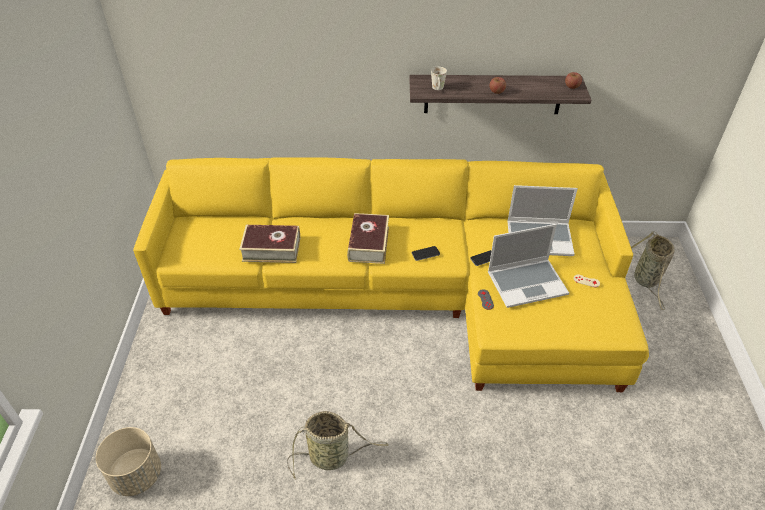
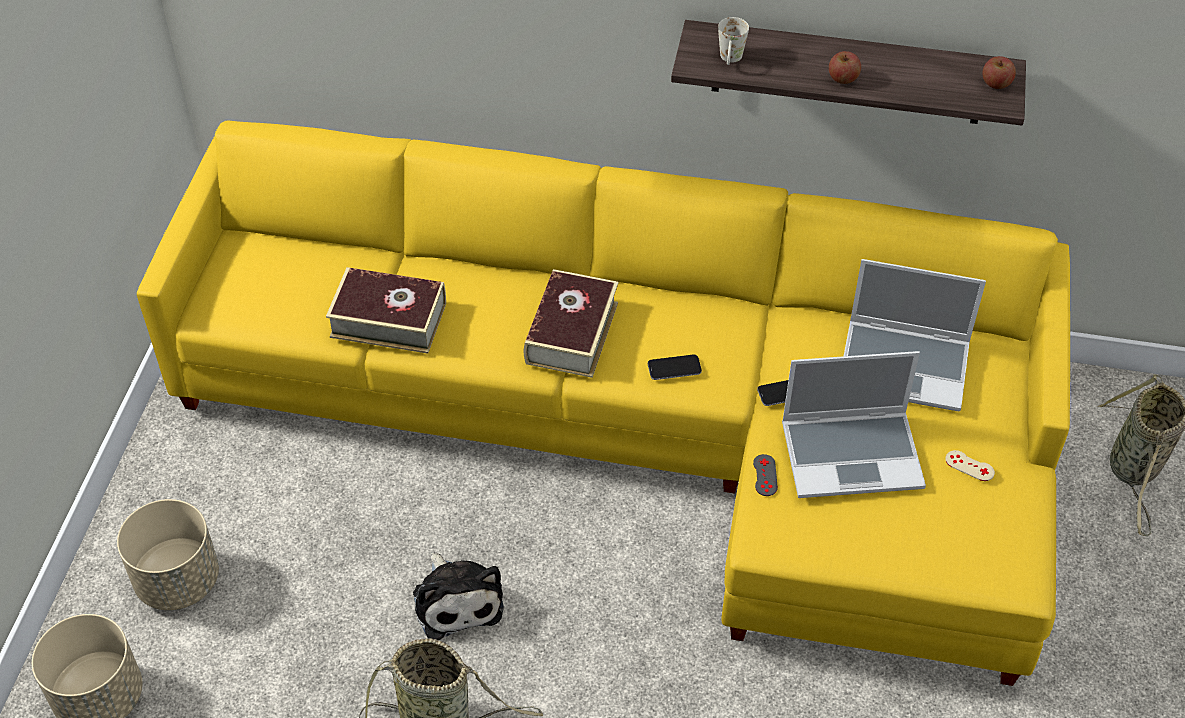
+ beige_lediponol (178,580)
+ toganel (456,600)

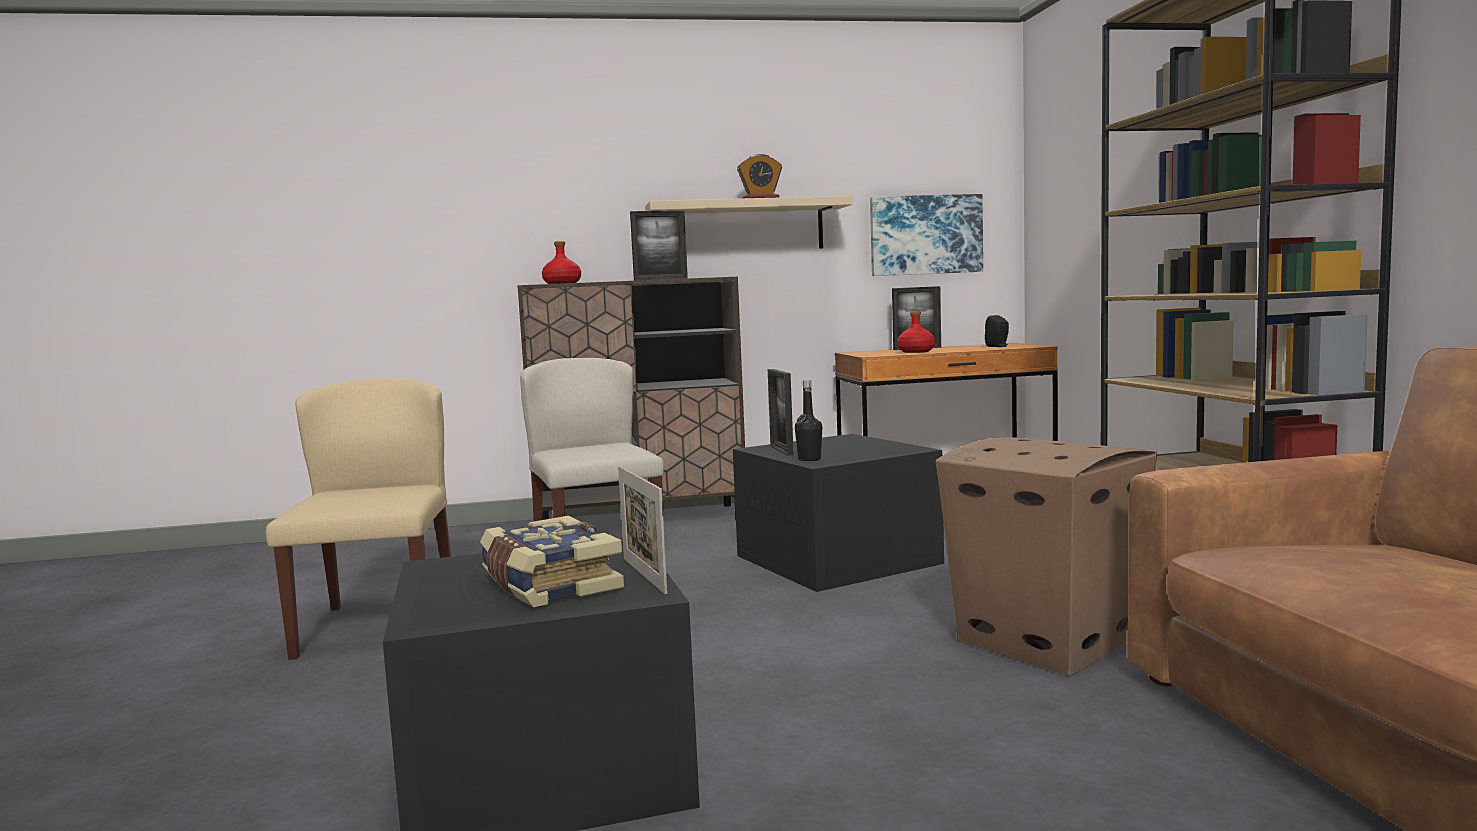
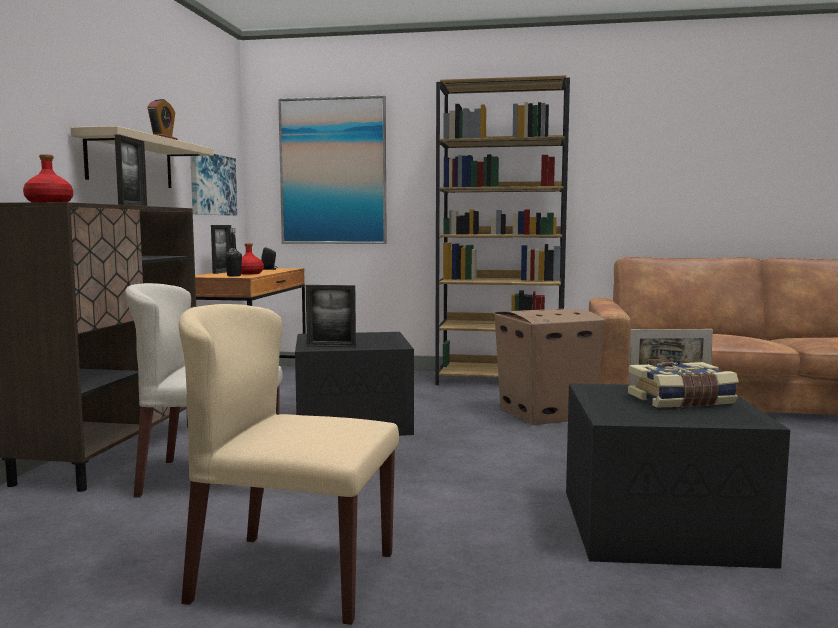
~ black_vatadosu (809,459) to (234,276)
+ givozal (333,171)

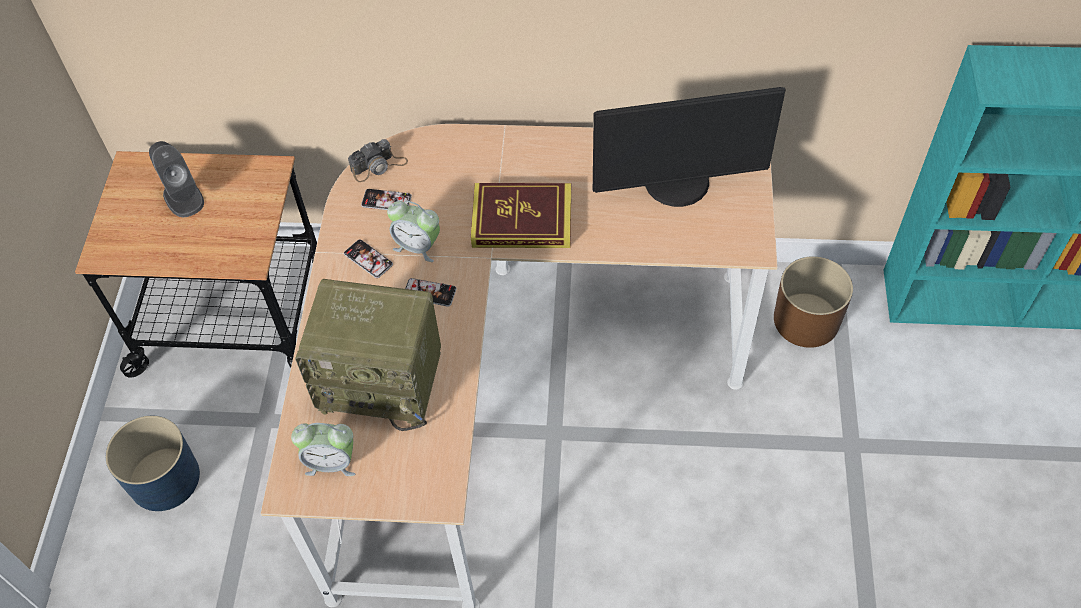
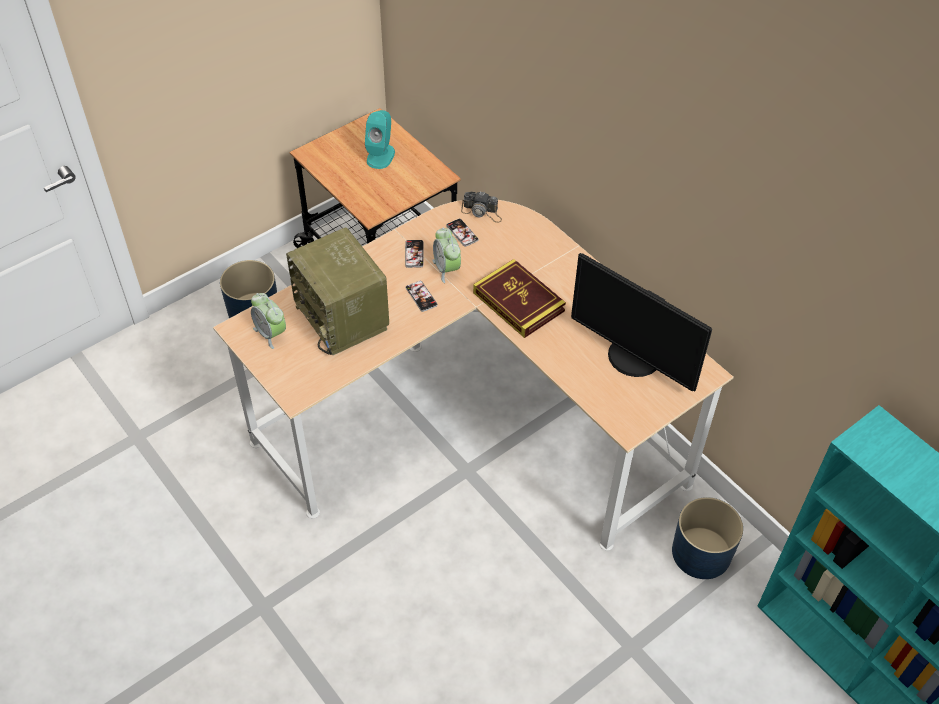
~ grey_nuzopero (183,197) to turquoise_nuzopero (380,156)
~ brown_lediponol (807,320) to blue_lediponol (701,553)

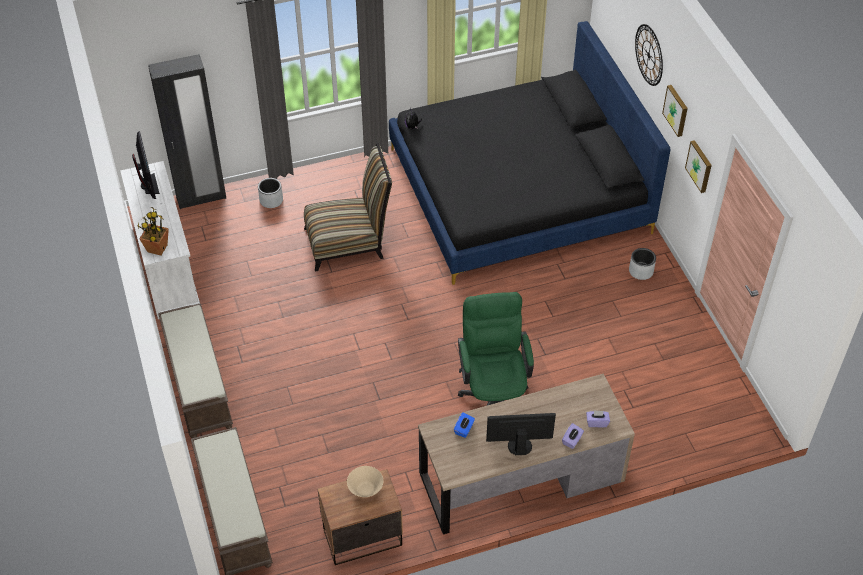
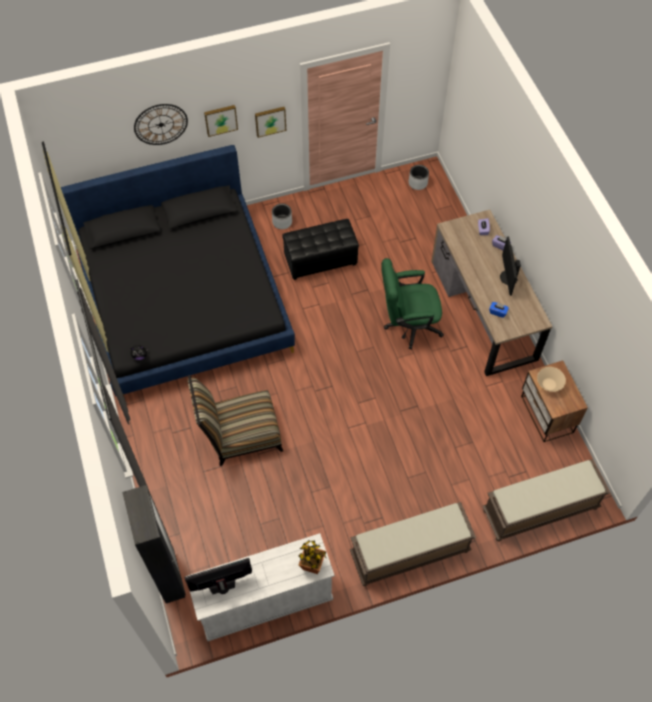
~ grey_lediponol (271,200) to (418,183)
~ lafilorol (349,242) = (240,435) 90 degrees counterclockwise
+ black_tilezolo (320,260)

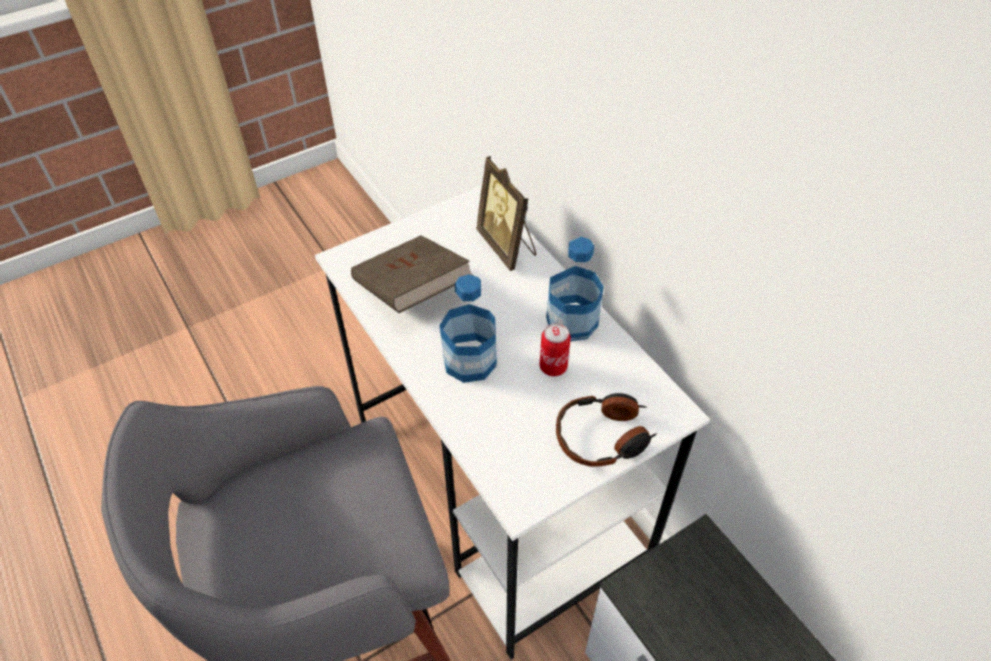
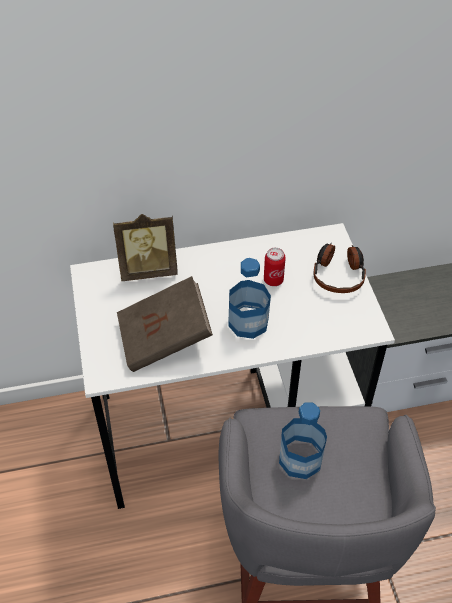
~ vatadosu (572,321) to (300,459)

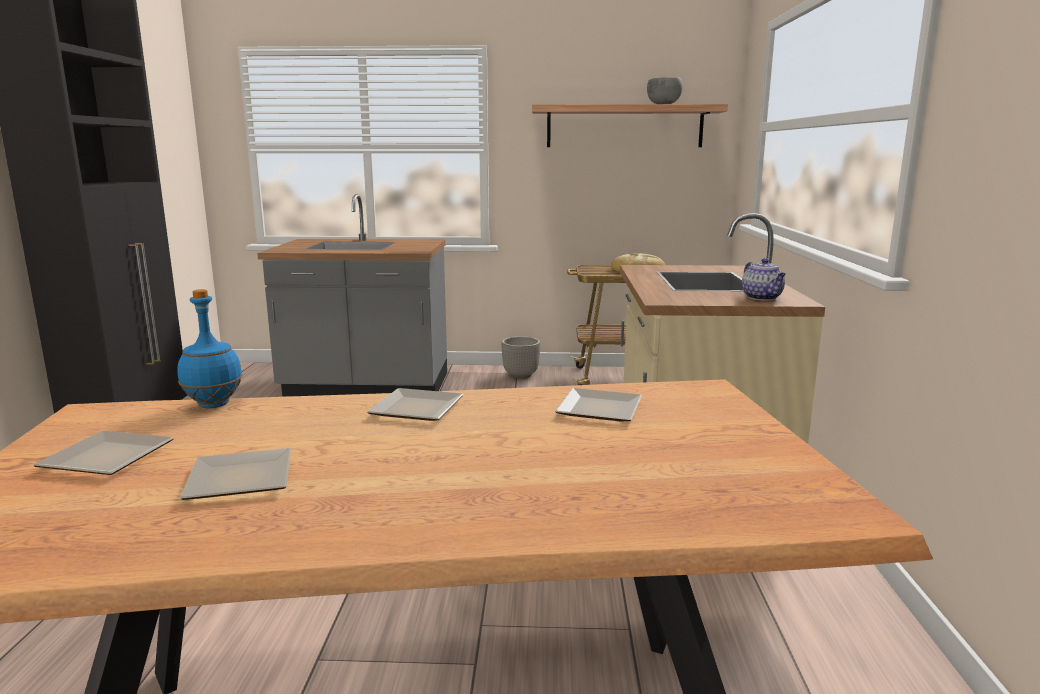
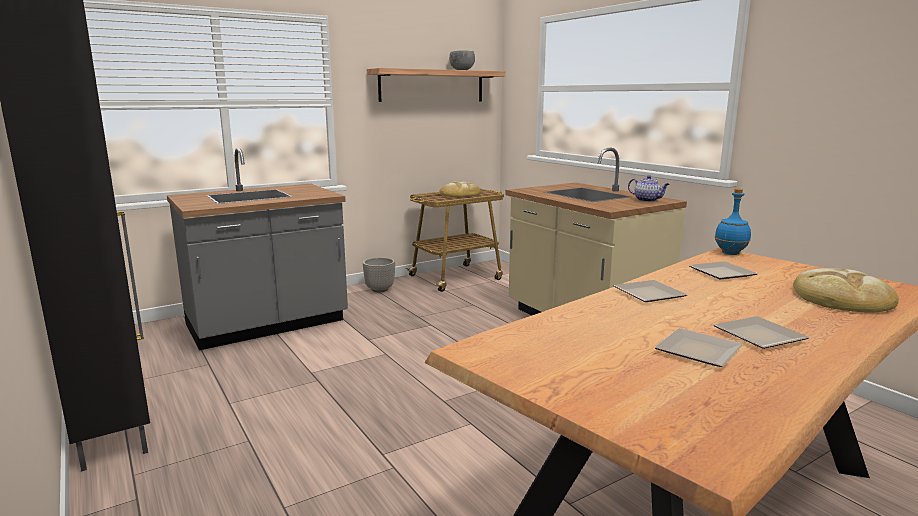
~ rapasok (108,460) to (762,337)
~ blue_vatadosu (213,405) to (730,253)
+ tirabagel (841,298)

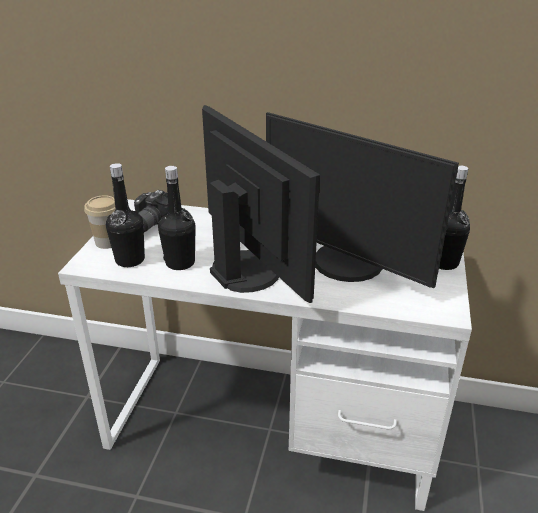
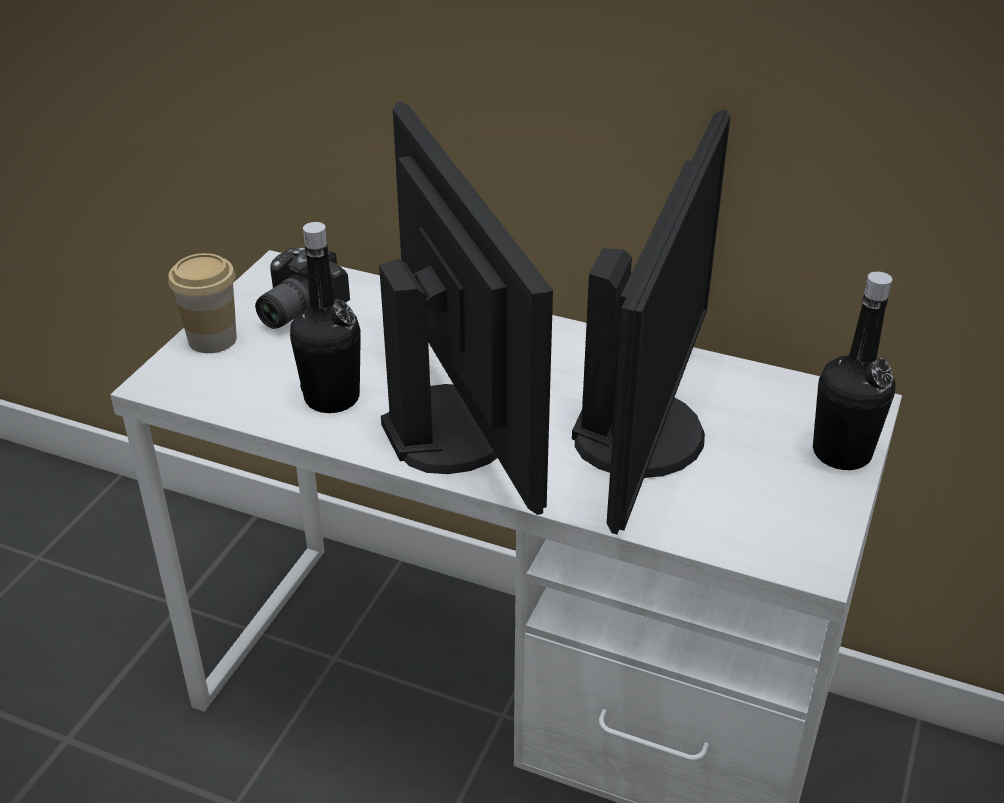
- black_vatadosu (130,260)
~ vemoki (345,264) = (644,435) 120 degrees counterclockwise

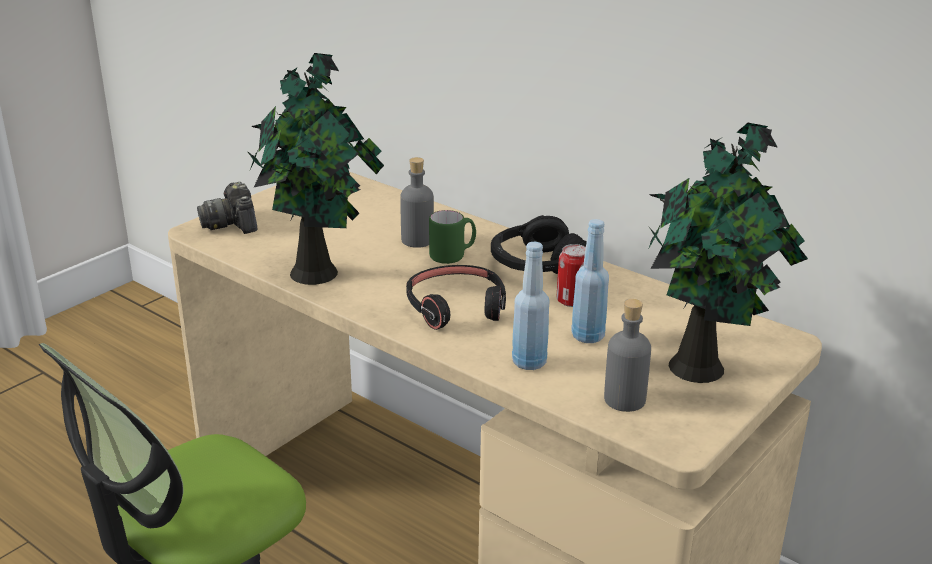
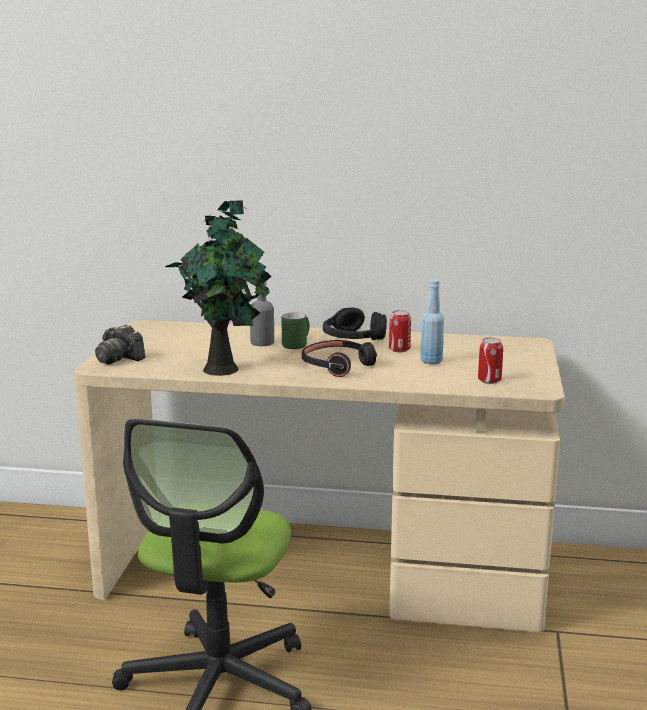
- blue_vatadosu (529,362)
~ grey_vatadosu (624,399) to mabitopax (489,380)
- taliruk (702,368)

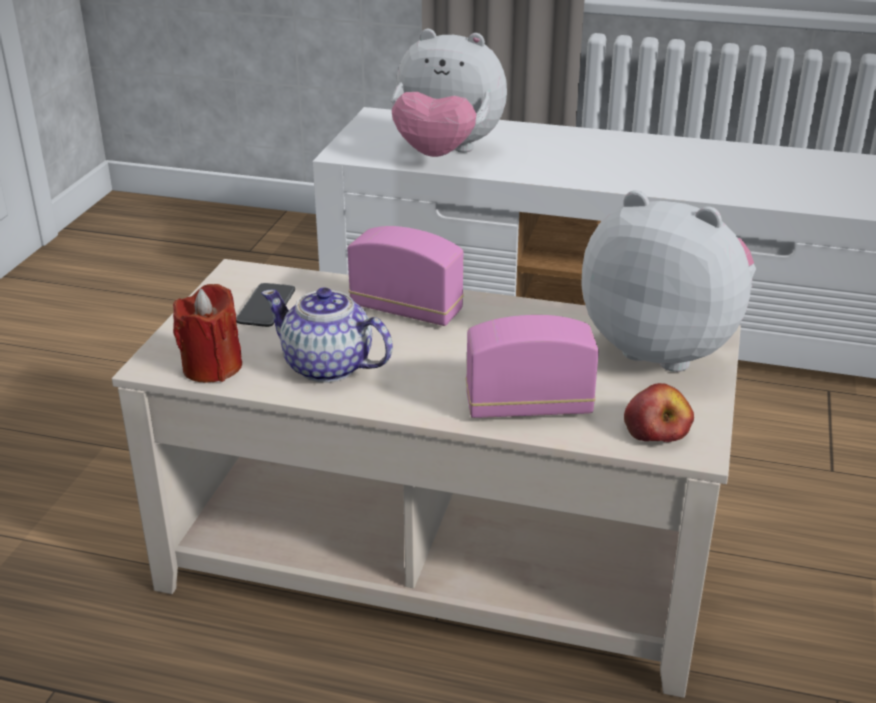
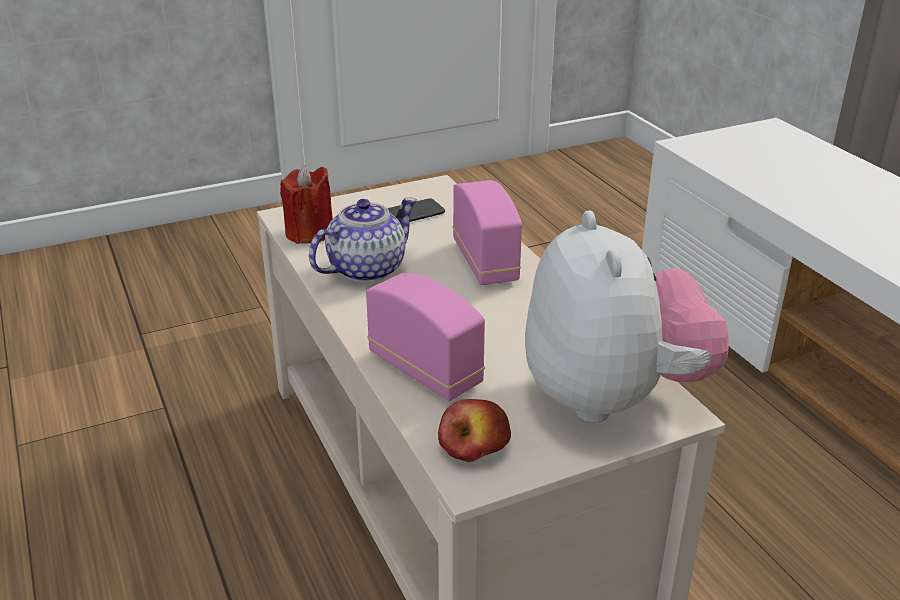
~ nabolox (328,367) = (365,269) 60 degrees clockwise
- toganel (445,153)

